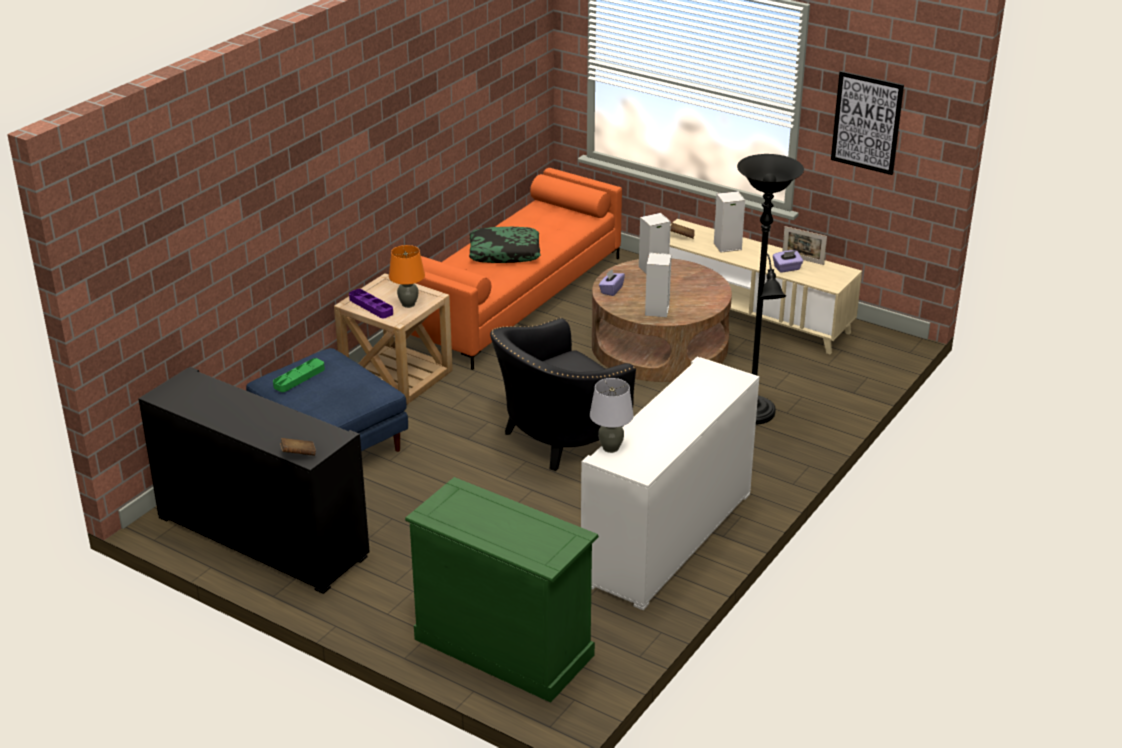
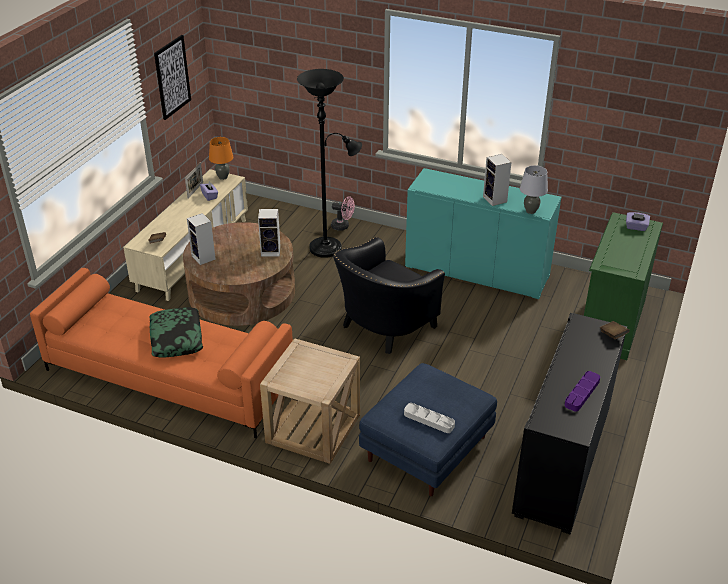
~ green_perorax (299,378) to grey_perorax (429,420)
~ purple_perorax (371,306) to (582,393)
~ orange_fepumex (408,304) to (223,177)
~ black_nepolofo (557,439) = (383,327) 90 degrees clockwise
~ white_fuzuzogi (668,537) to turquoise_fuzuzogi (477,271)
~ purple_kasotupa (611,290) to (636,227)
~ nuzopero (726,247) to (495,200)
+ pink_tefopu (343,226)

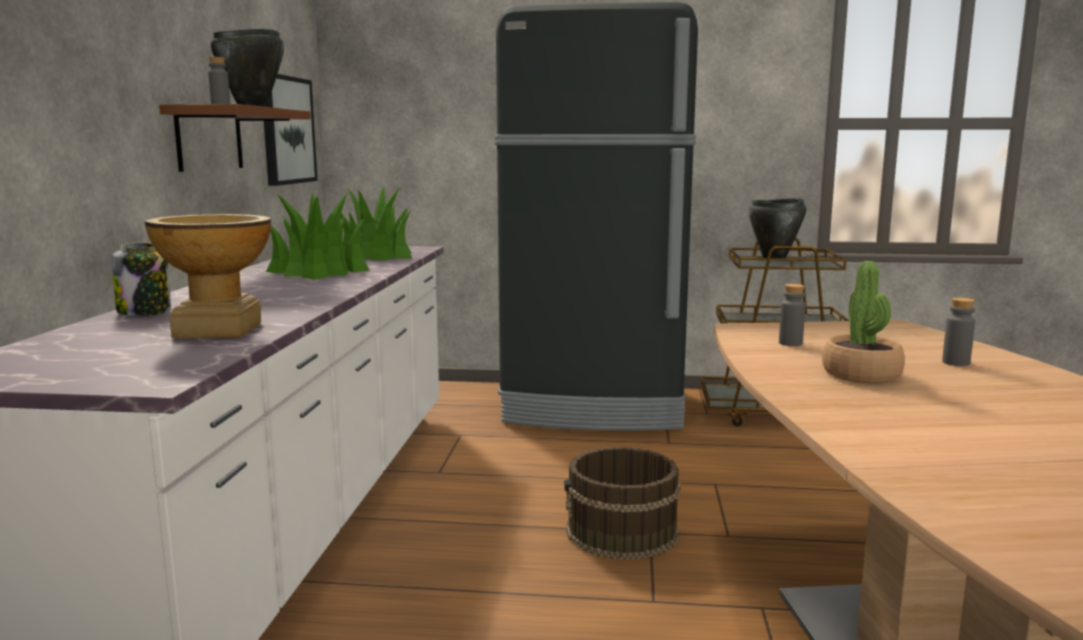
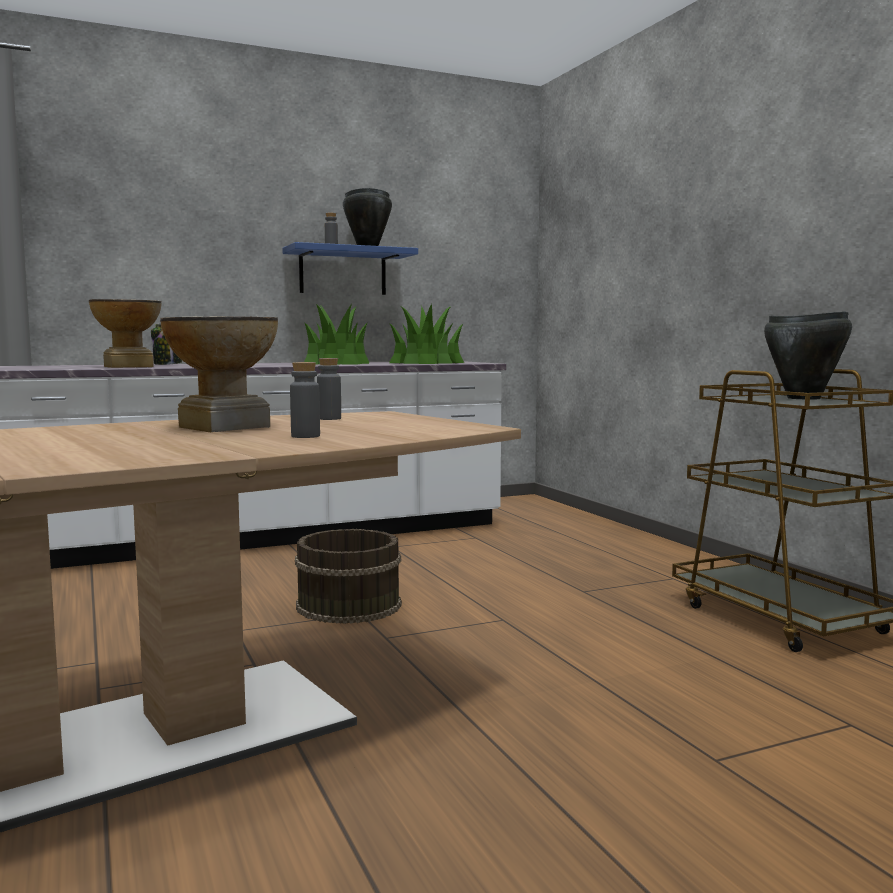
~ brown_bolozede (209,139) to blue_bolozede (343,272)
- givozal (287,130)
- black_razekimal (595,407)
~ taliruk (861,374) to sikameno (223,427)

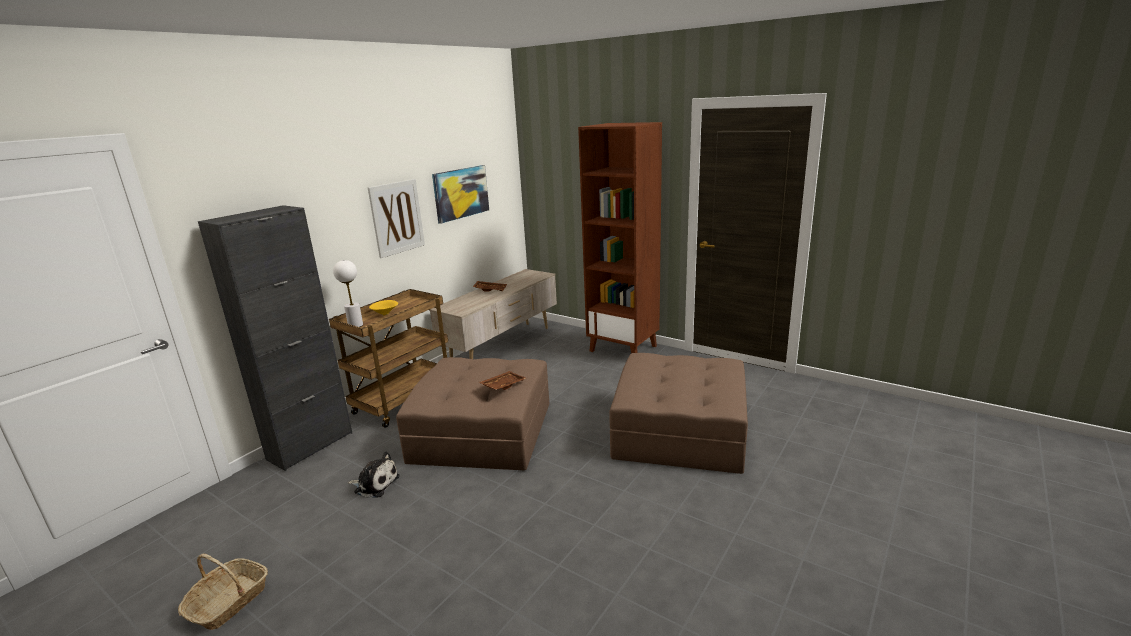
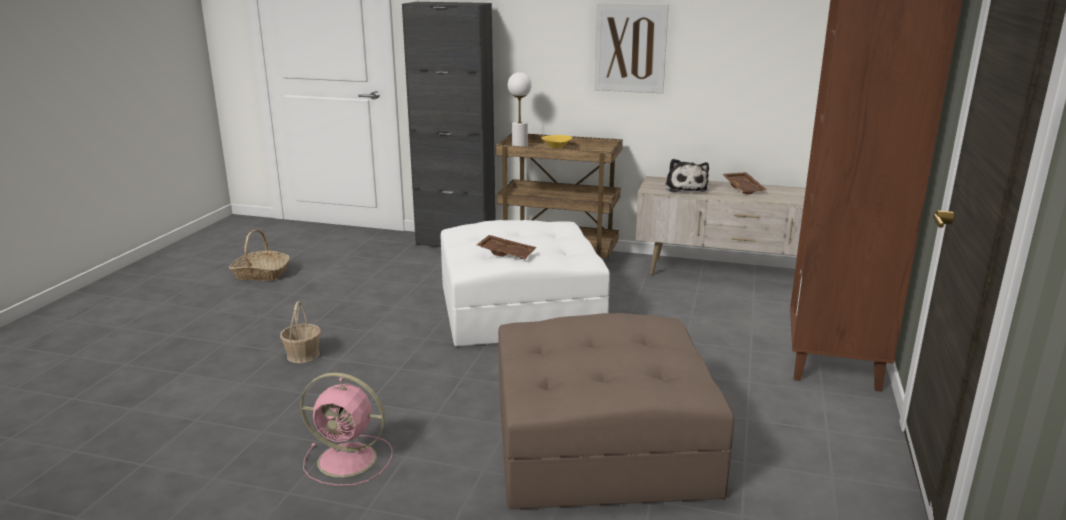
~ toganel (375,484) to (685,188)
~ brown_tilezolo (483,432) to white_tilezolo (520,309)
- givozal (461,193)
+ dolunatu (303,355)
+ pink_tefopu (350,460)

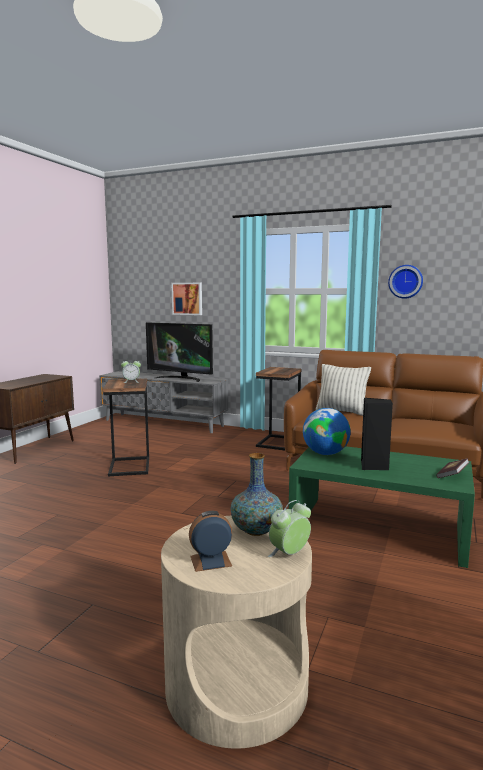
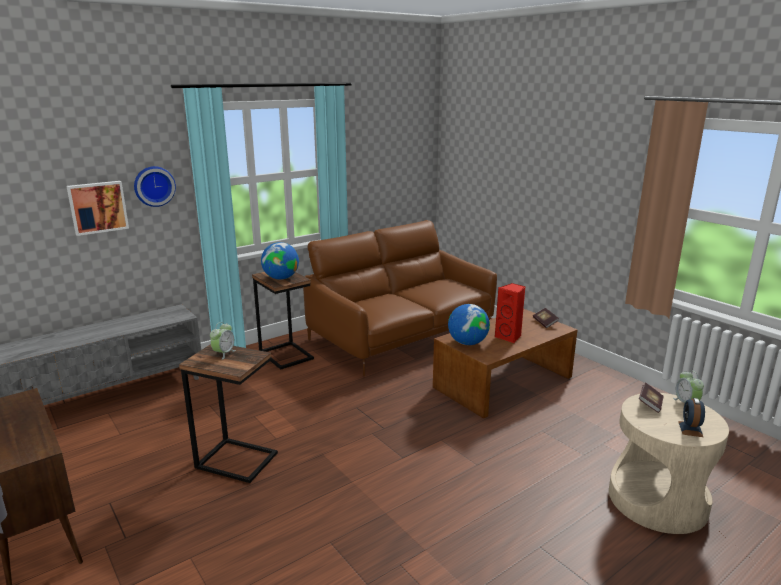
- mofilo (181,378)
~ sikameno (256,530) to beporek (650,404)
~ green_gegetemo (378,528) to brown_gegetemo (502,382)
- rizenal (342,412)
~ black_nuzopero (374,466) to red_nuzopero (509,337)
~ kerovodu (405,281) to (154,186)
+ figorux (281,278)

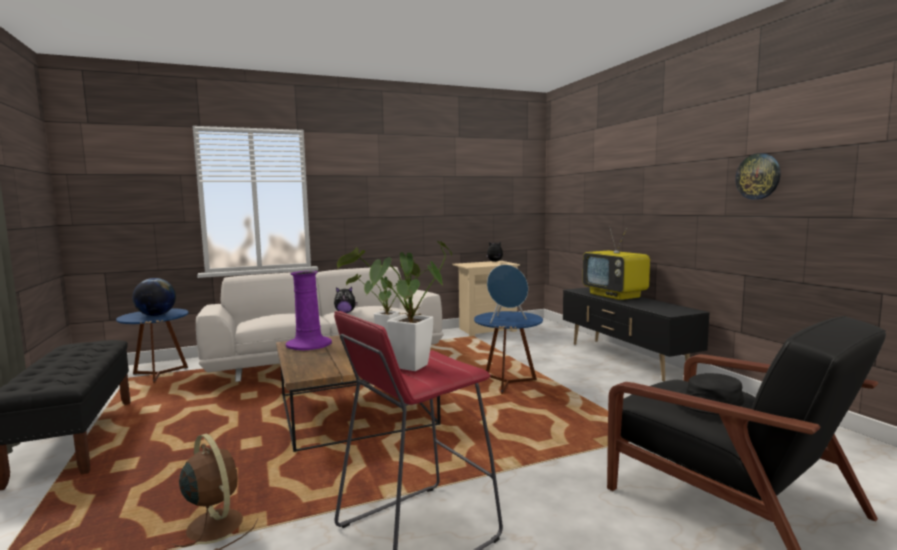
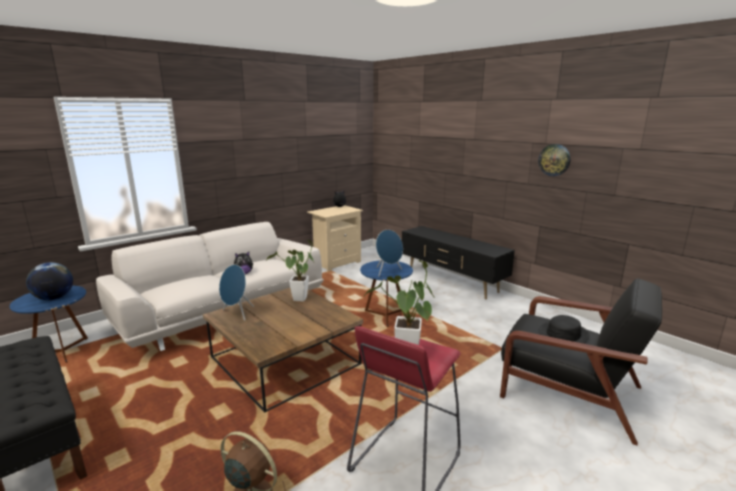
~ purple_sikameno (309,344) to blue_nuzopero (237,313)
- mofilo (615,295)

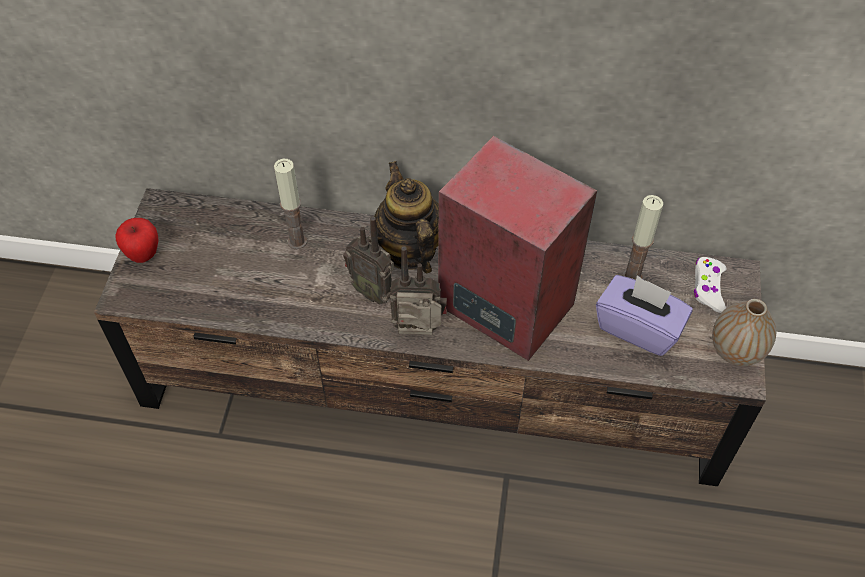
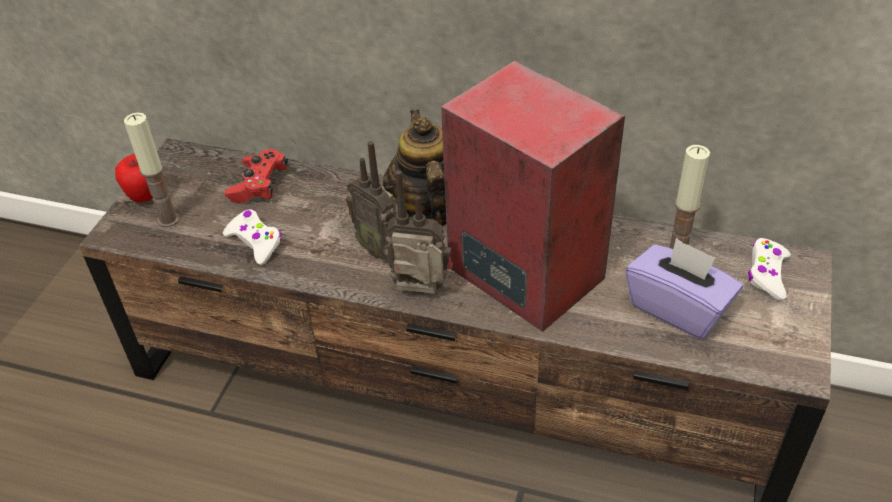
~ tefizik (297,242) to (168,220)
- sikameno (736,351)
+ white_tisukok (255,242)
+ red_tisukok (259,186)

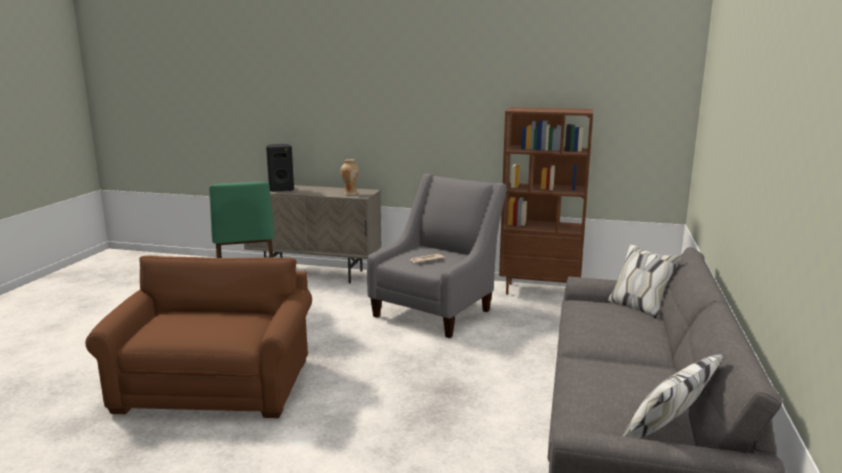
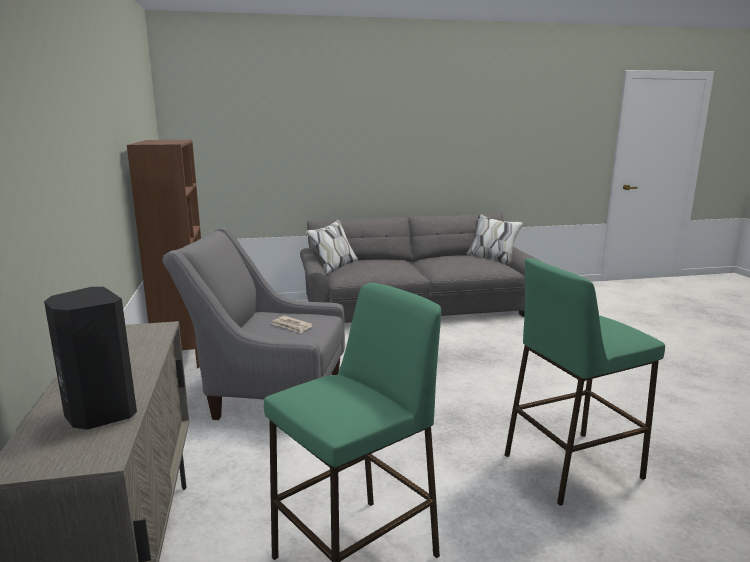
~ brown_nepolofo (215,386) to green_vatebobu (571,466)
- sikameno (350,194)

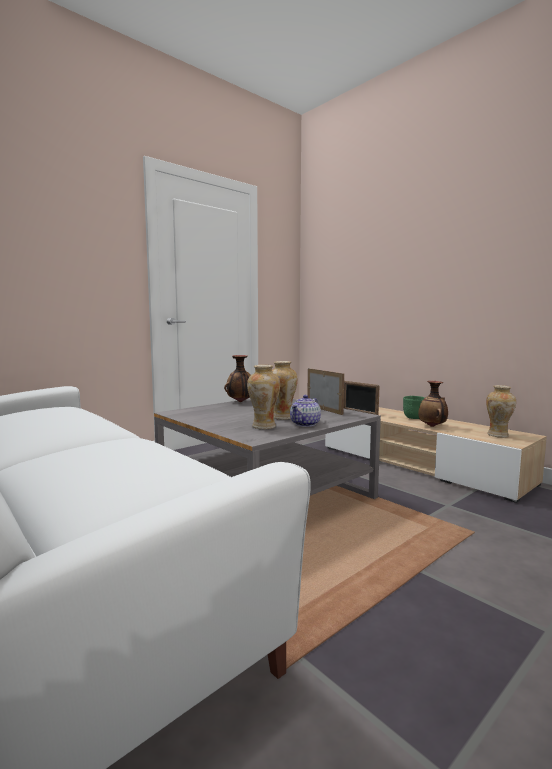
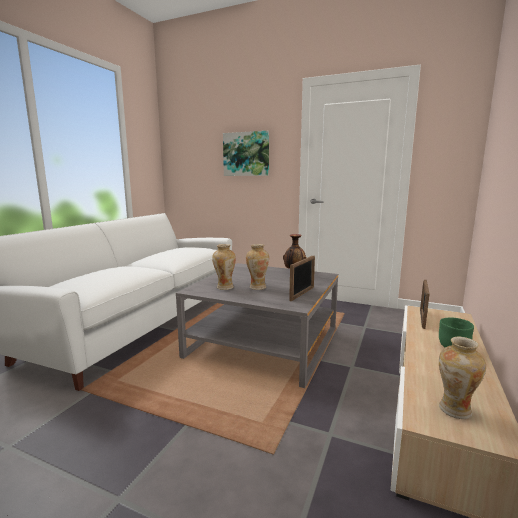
- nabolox (305,424)
- sikameno (432,426)
+ givozal (246,154)

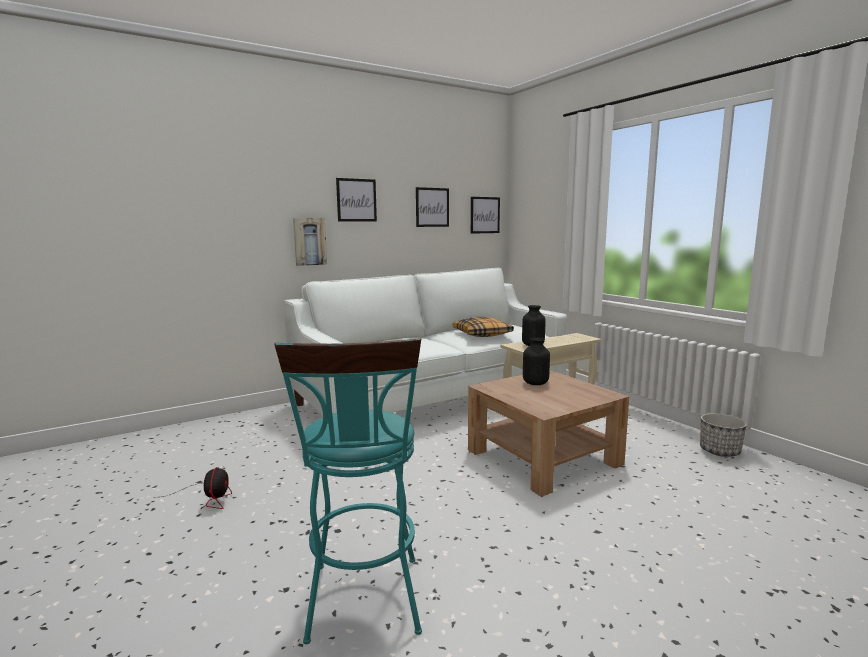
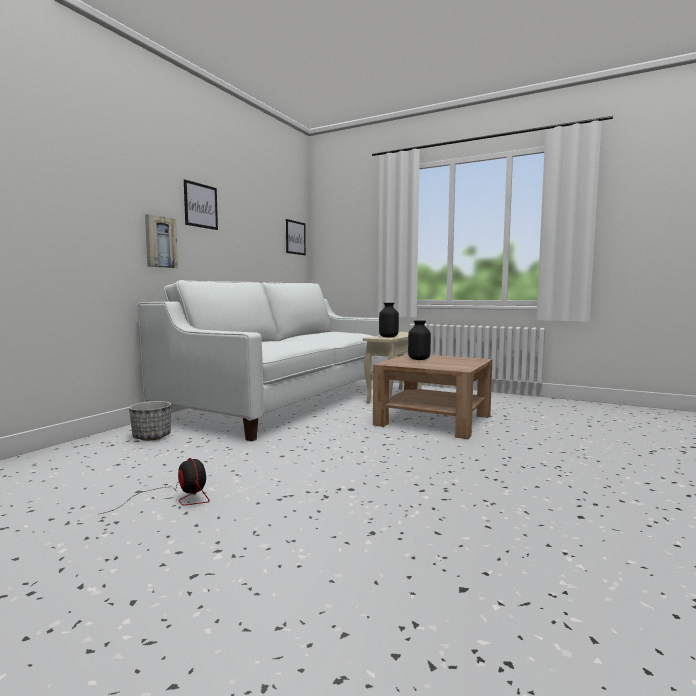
- turquoise_vatebobu (365,606)
- givozal (432,207)
- rizenal (482,334)
~ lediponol (720,451) to (152,437)

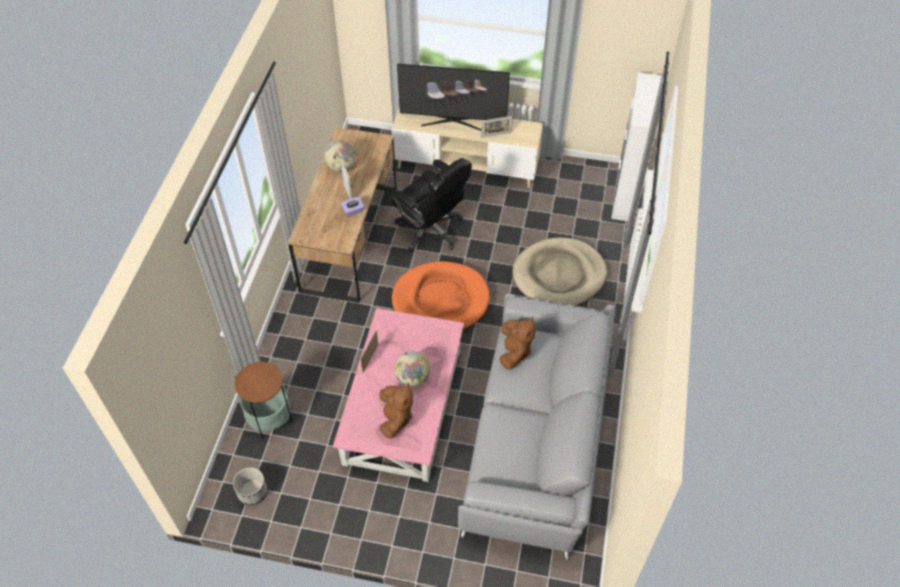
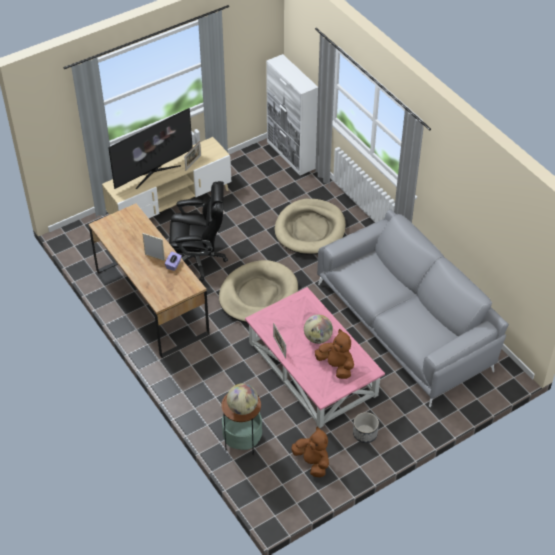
~ lediponol (252,492) to (364,434)
~ figorux (341,167) to (242,408)
~ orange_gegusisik (440,300) to beige_gegusisik (258,295)
~ brown_toganel (514,352) to (312,462)

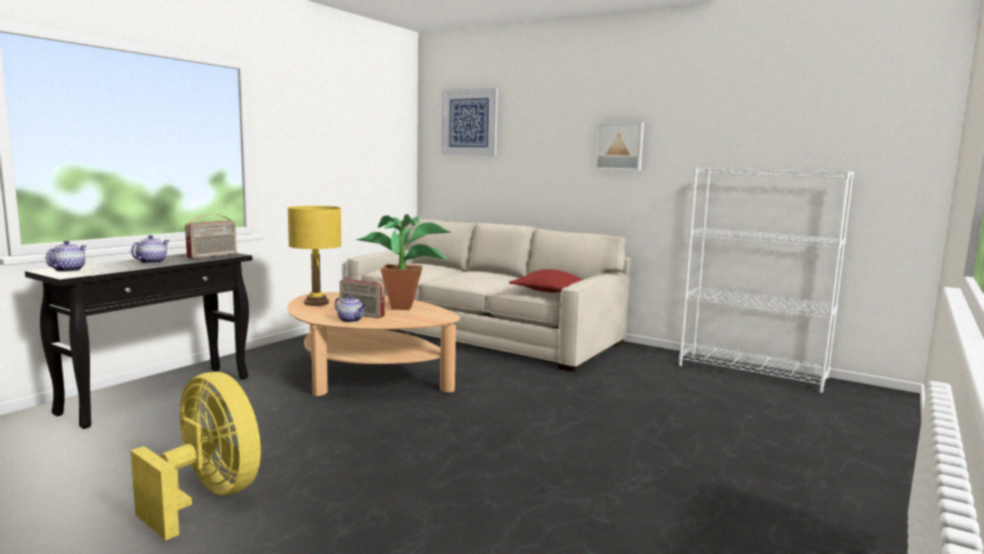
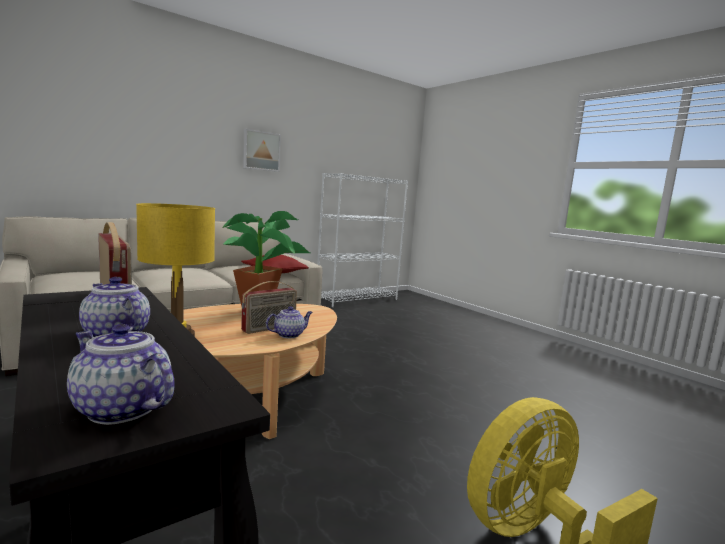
- givozal (469,122)

